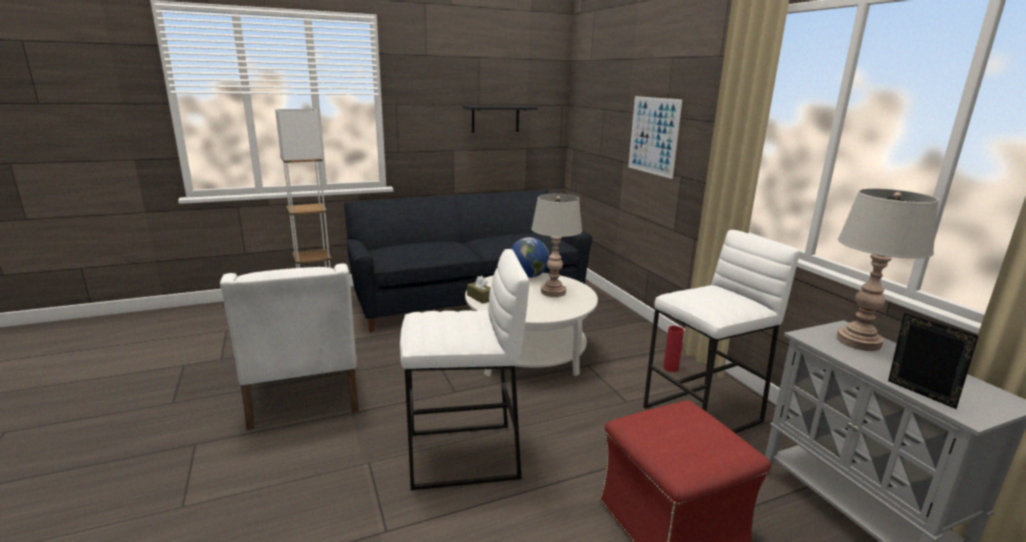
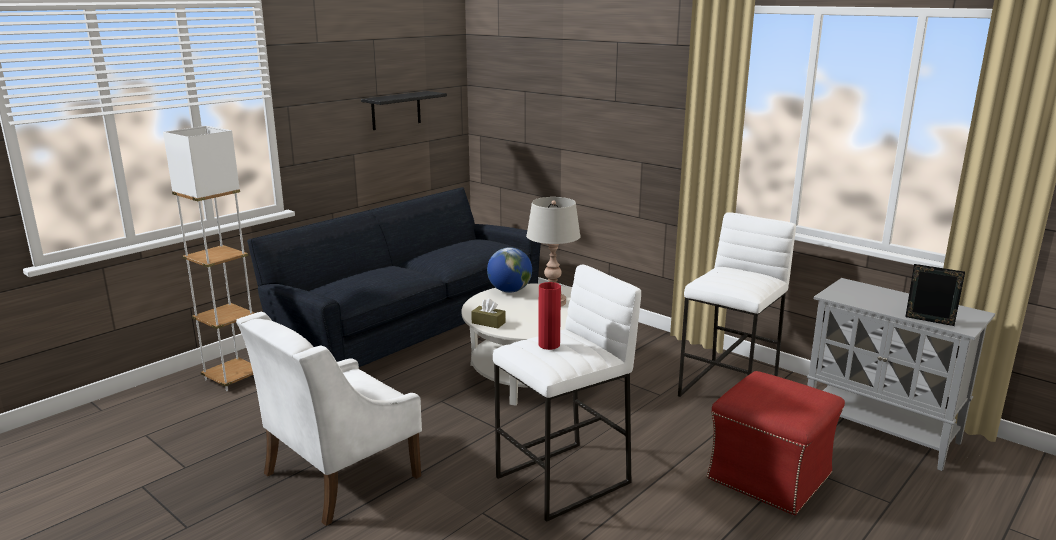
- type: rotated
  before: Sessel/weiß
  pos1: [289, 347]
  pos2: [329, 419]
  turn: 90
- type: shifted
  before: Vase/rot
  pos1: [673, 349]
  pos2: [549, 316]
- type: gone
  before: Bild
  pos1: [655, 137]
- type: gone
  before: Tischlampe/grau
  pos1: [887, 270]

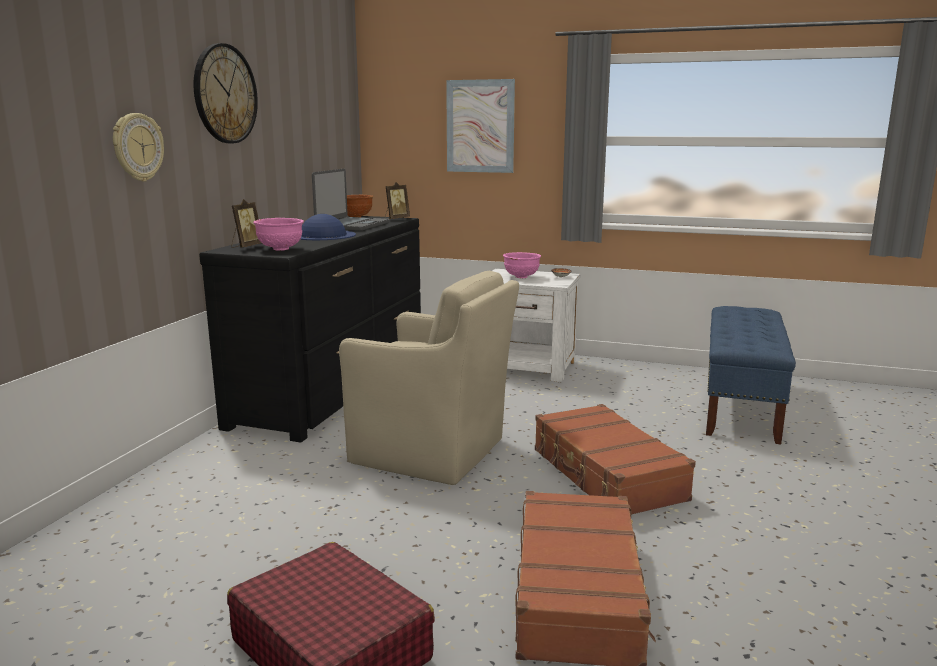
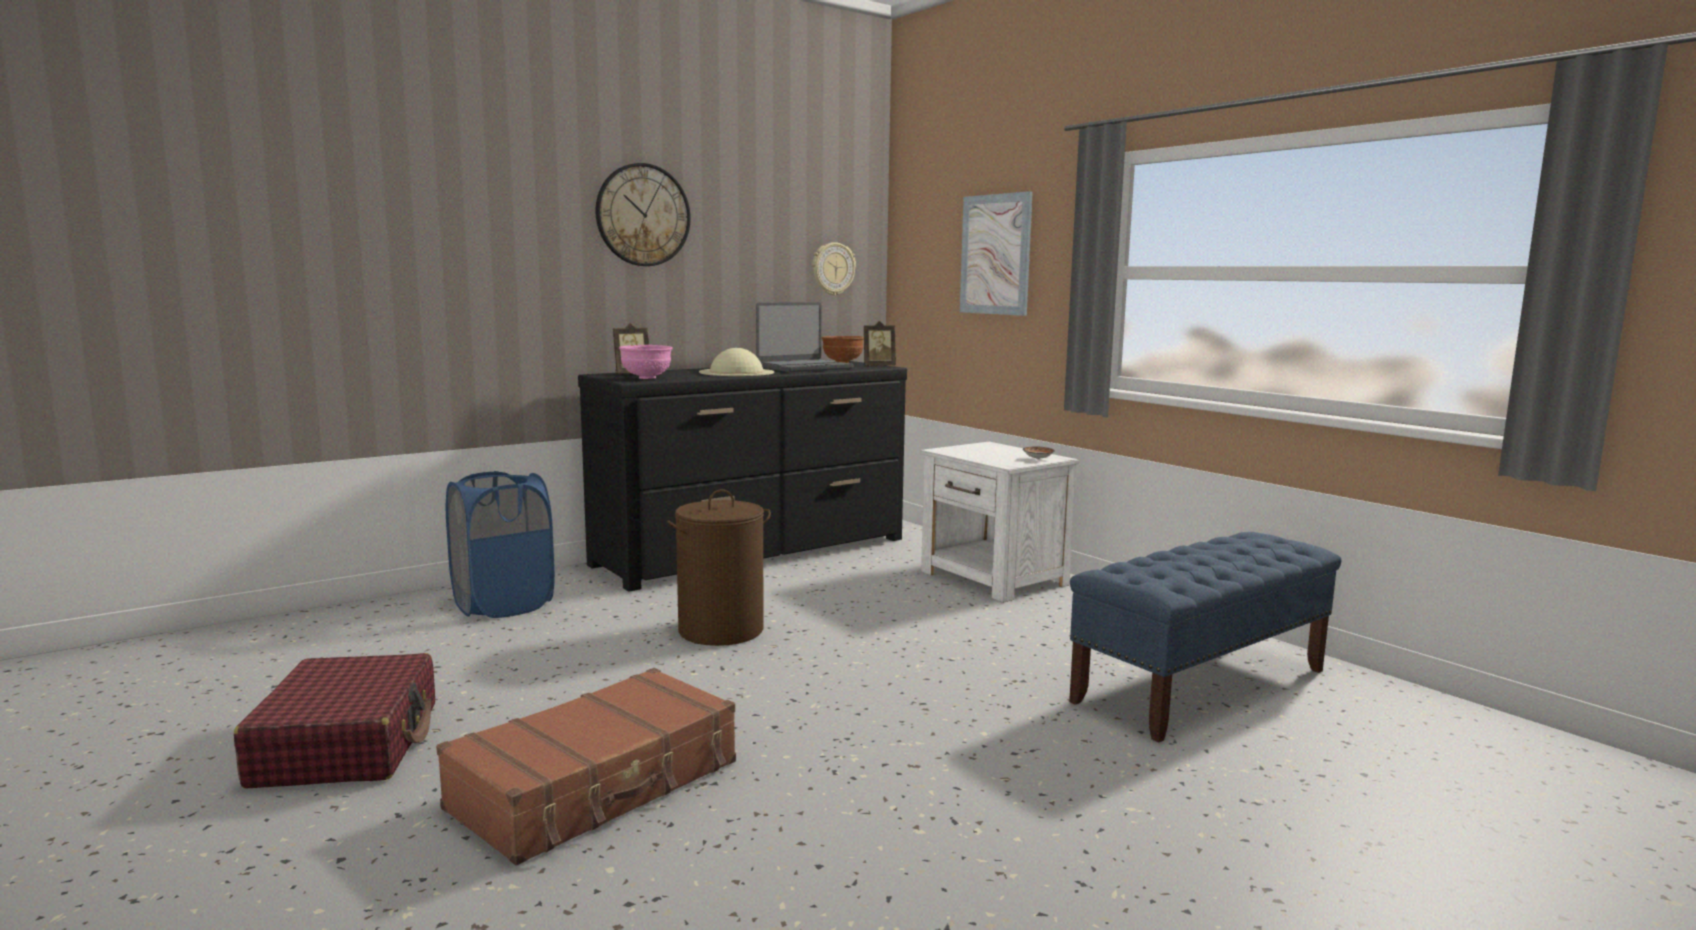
- type: new
  after: Wäschekorb/blau
  pos2: [500, 544]
- type: swapped
  before: Sessel/beige
  after: Wäschekorb/braun
  pos1: [429, 378]
  pos2: [719, 567]
- type: repainted
  before: Hut/blau
  after: Hut/beige
  pos1: [328, 227]
  pos2: [736, 362]
- type: shifted
  before: Wanduhr
  pos1: [138, 147]
  pos2: [834, 269]
- type: gone
  before: Schüssel/rosa
  pos1: [522, 265]
- type: gone
  before: Koffer/braun
  pos1: [615, 459]

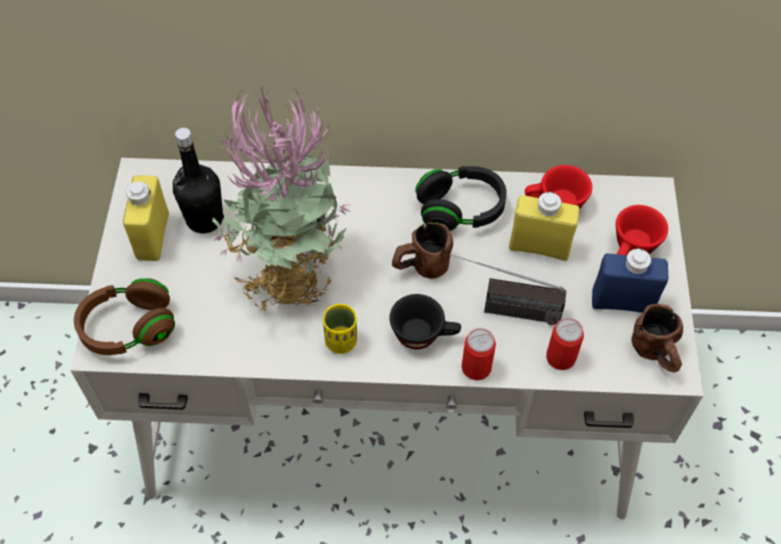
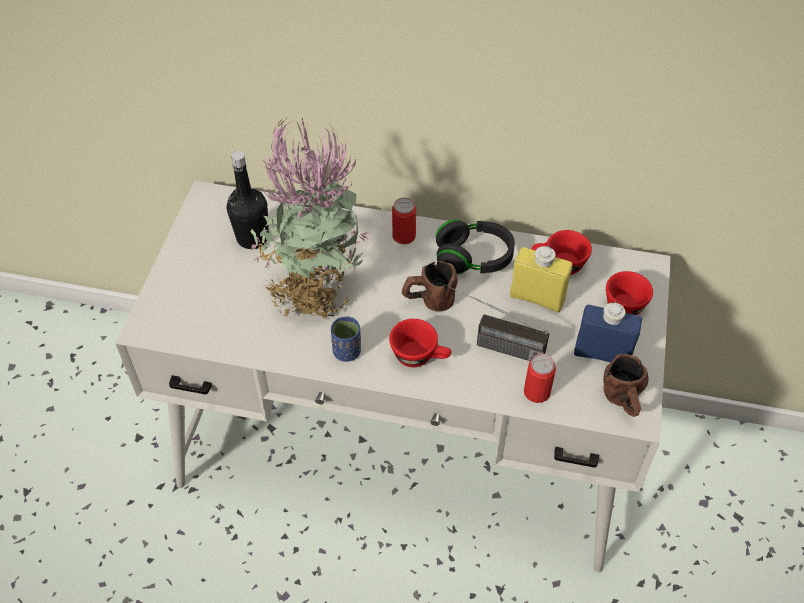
- type: repainted
  before: Tasse/gelb
  after: Tasse/blau
  pos1: [340, 329]
  pos2: [346, 339]
- type: repainted
  before: Tasse/schwarz
  after: Tasse/rot
  pos1: [425, 321]
  pos2: [420, 343]
- type: shifted
  before: Dose
  pos1: [478, 354]
  pos2: [404, 220]
- type: gone
  before: Kopfhörer/braun
  pos1: [124, 316]
- type: gone
  before: Flasche/gelb
  pos1: [146, 218]

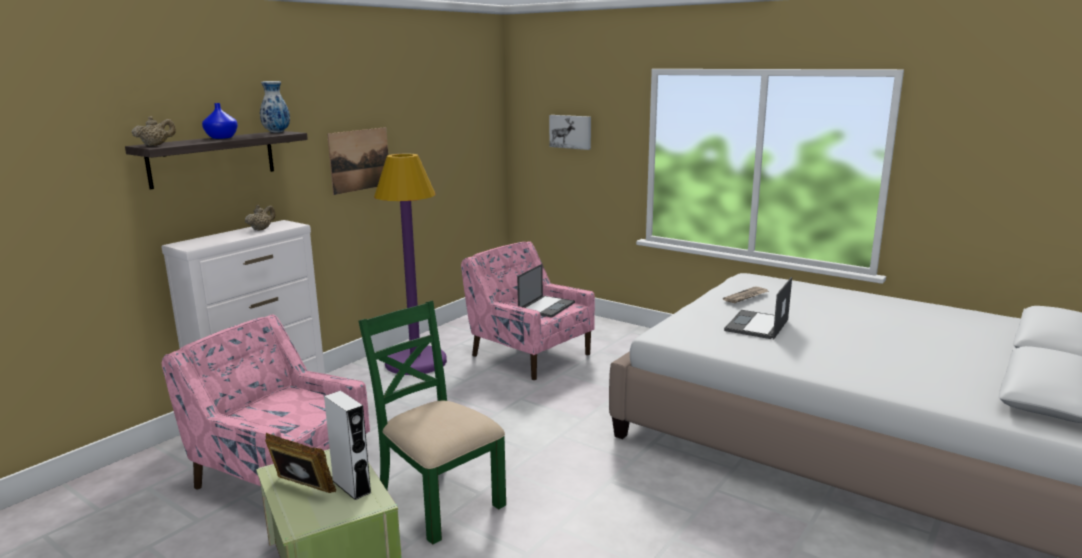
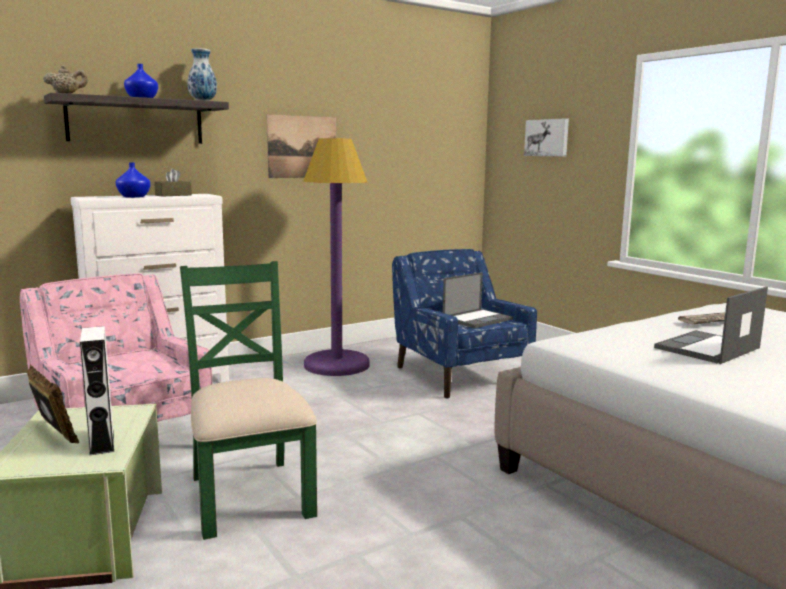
- type: new
  after: Vase/blau
  pos2: [133, 180]
- type: swapped
  before: Teekanne/beige
  after: Taschentuchbox/braun
  pos1: [260, 218]
  pos2: [173, 182]
- type: repainted
  before: Sessel/rosa
  after: Sessel/blau
  pos1: [528, 310]
  pos2: [464, 324]

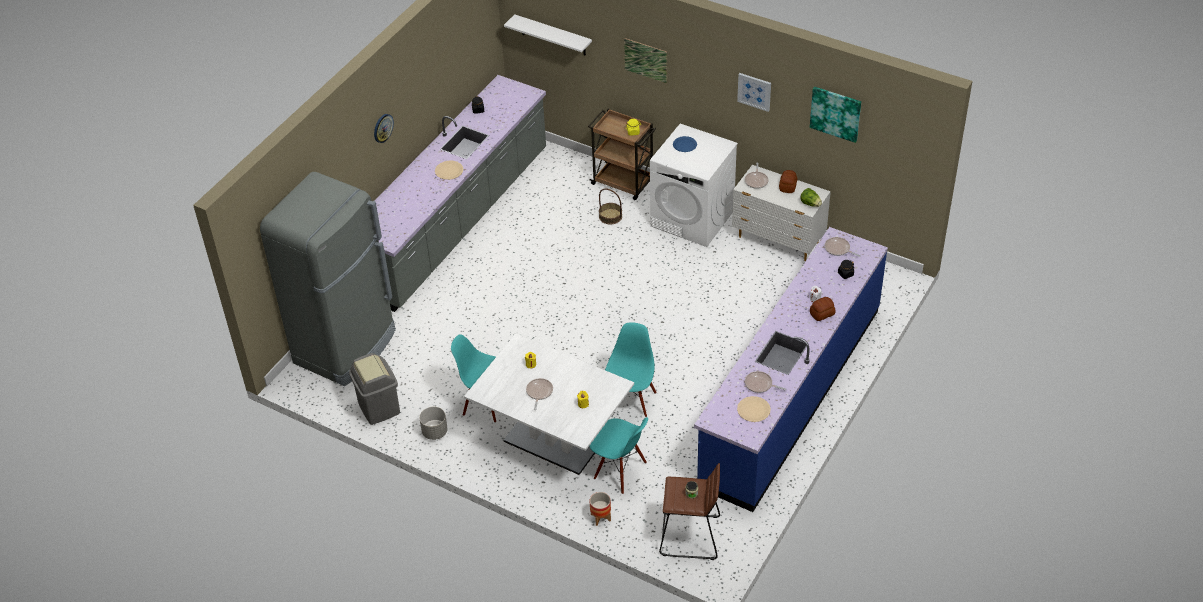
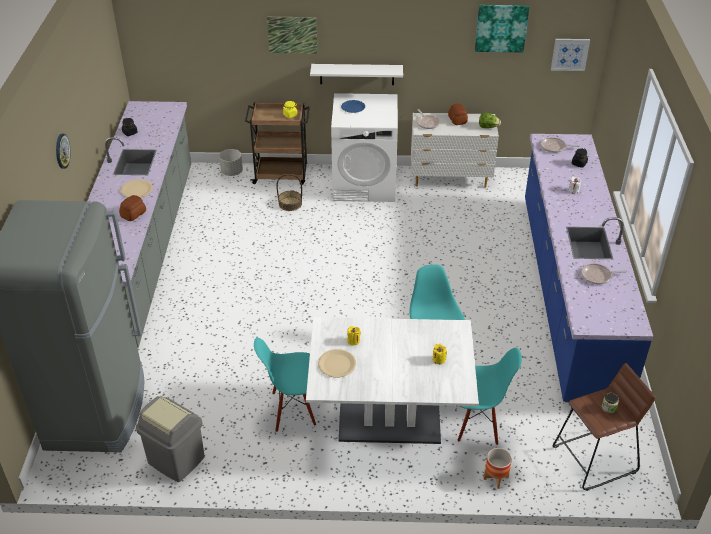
- type: shifted
  before: Brot
  pos1: [822, 309]
  pos2: [132, 208]
- type: shifted
  before: Pflanzkübel/grau
  pos1: [433, 423]
  pos2: [231, 162]
- type: shifted
  before: Wandregal/weiß
  pos1: [548, 34]
  pos2: [356, 74]
- type: shifted
  before: Teller/beige
  pos1: [754, 409]
  pos2: [337, 363]
- type: shifted
  before: Bild
  pos1: [754, 92]
  pos2: [570, 55]
- type: gone
  before: Pfanne
  pos1: [539, 394]

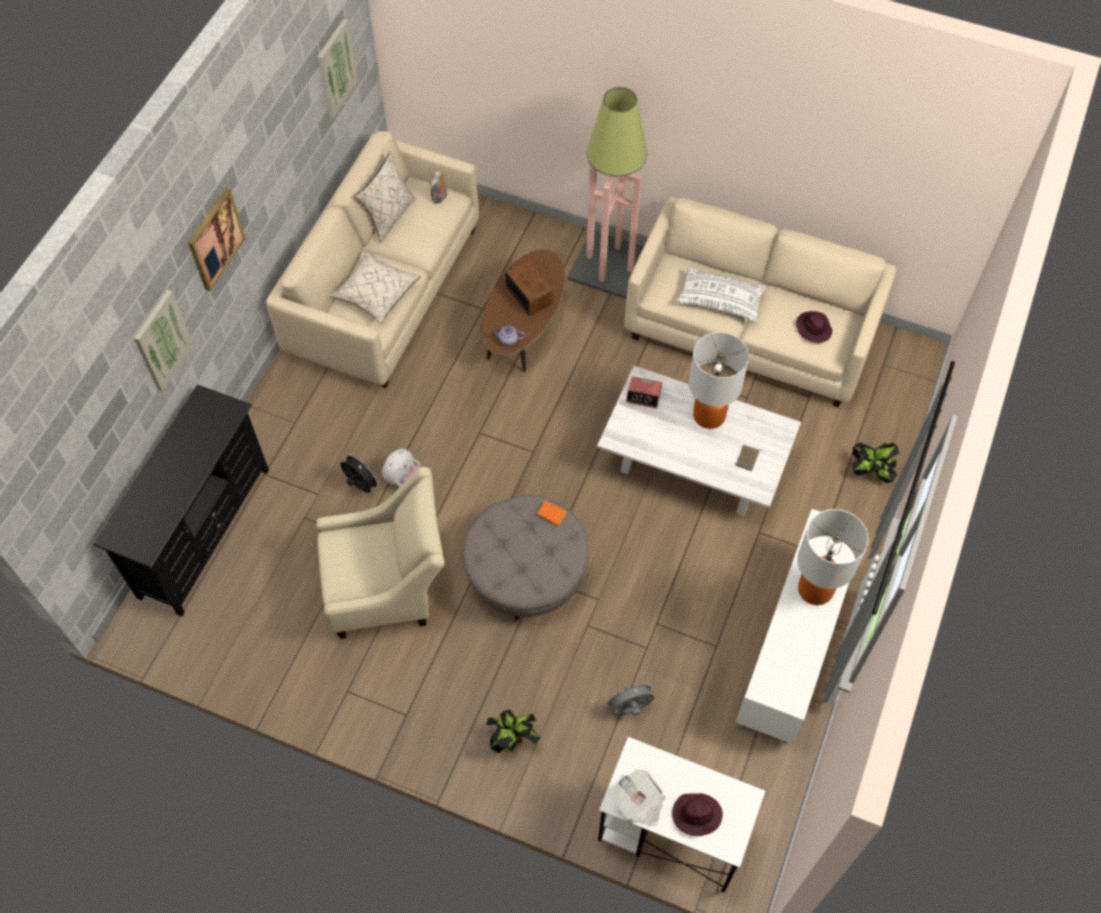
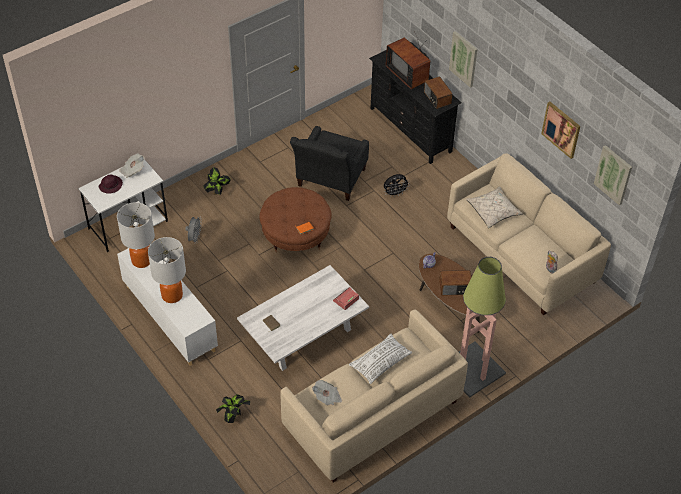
- type: shifted
  before: Tischlampe
  pos1: [719, 380]
  pos2: [136, 235]
- type: repainted
  before: Polsterhocker/grau
  after: Polsterhocker/braun
  pos1: [525, 558]
  pos2: [295, 219]
- type: repainted
  before: Sessel/beige
  after: Sessel/schwarz
  pos1: [380, 552]
  pos2: [329, 163]
- type: swapped
  before: Hut/lila
  after: Zeitung
  pos1: [814, 327]
  pos2: [327, 392]
- type: new
  after: Fernseher
  pos2: [408, 60]
- type: new
  after: Radio
  pos2: [438, 92]
- type: shifted
  before: Bild
  pos1: [217, 239]
  pos2: [560, 130]
- type: gone
  before: Kissen/beige
  pos1: [386, 197]
- type: gone
  before: Plüschtier
  pos1: [402, 468]

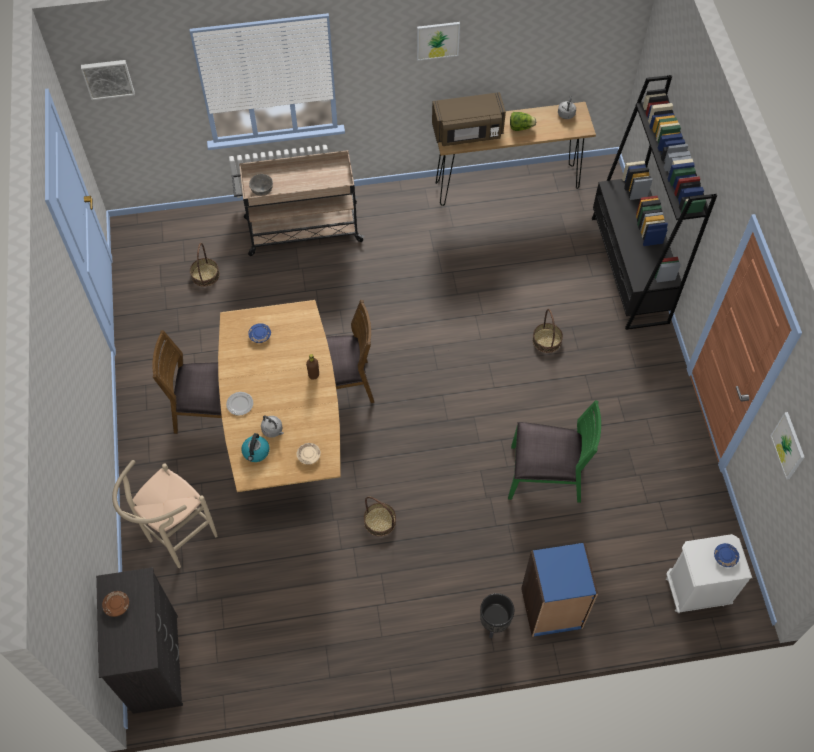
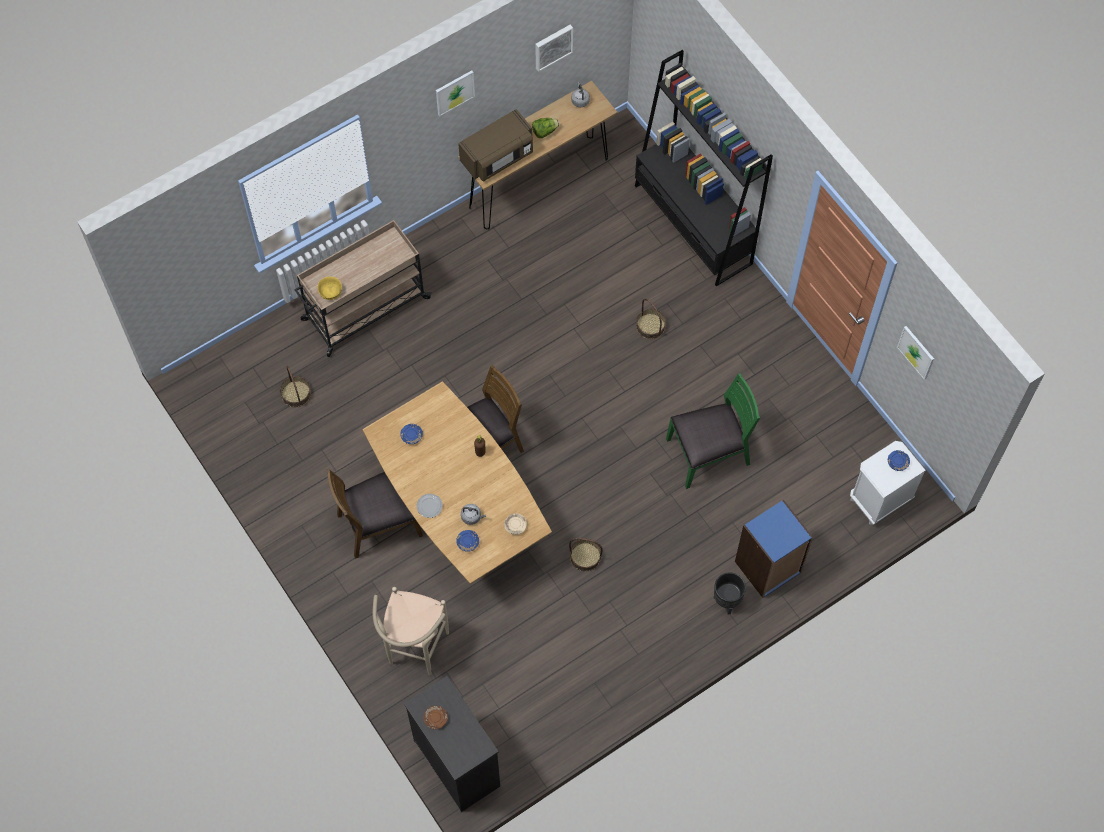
- type: repainted
  before: Schüssel/grau
  after: Schüssel/gelb
  pos1: [261, 185]
  pos2: [329, 288]
- type: swapped
  before: Wasserkessel
  after: Teller/blau
  pos1: [255, 447]
  pos2: [467, 541]
- type: shifted
  before: Bild
  pos1: [108, 80]
  pos2: [554, 48]

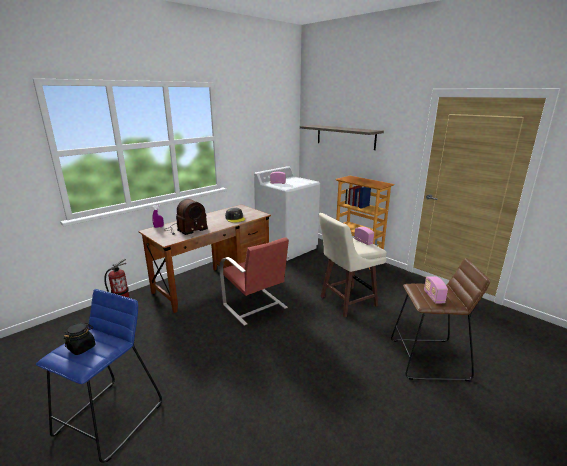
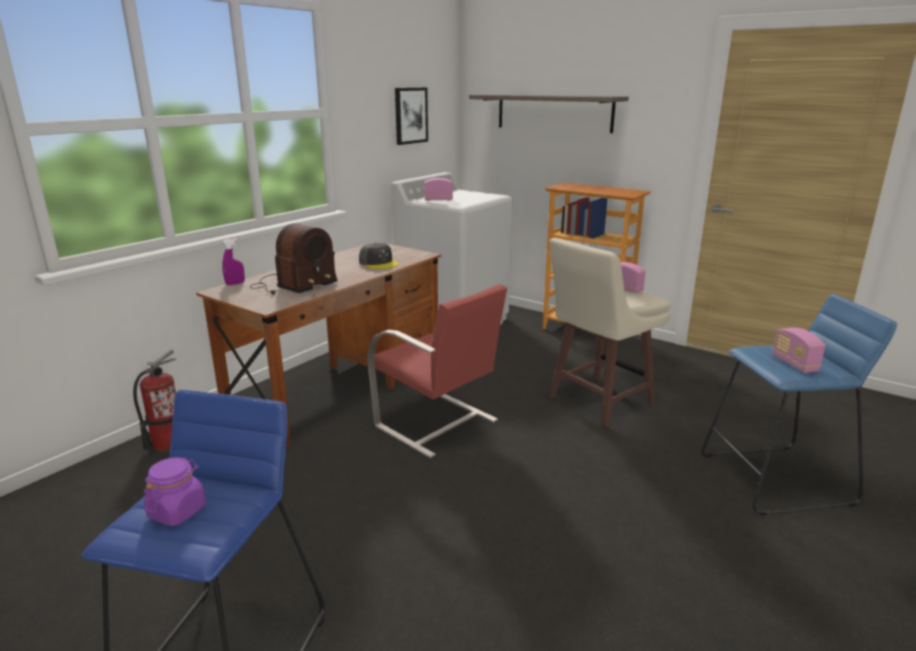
- type: repainted
  before: Vorratsglas/schwarz
  after: Vorratsglas/lila
  pos1: [80, 339]
  pos2: [175, 491]
- type: new
  after: Bild
  pos2: [411, 116]
- type: repainted
  before: Hocker/braun
  after: Hocker/blau
  pos1: [440, 319]
  pos2: [799, 404]

